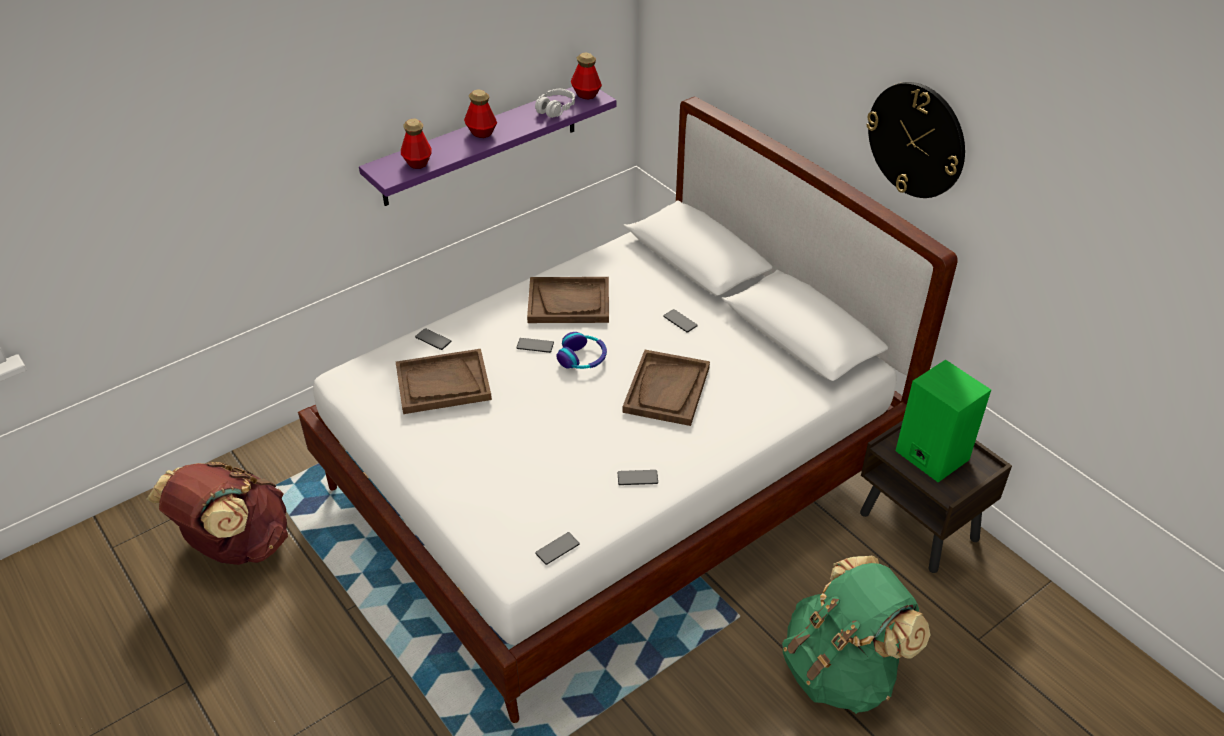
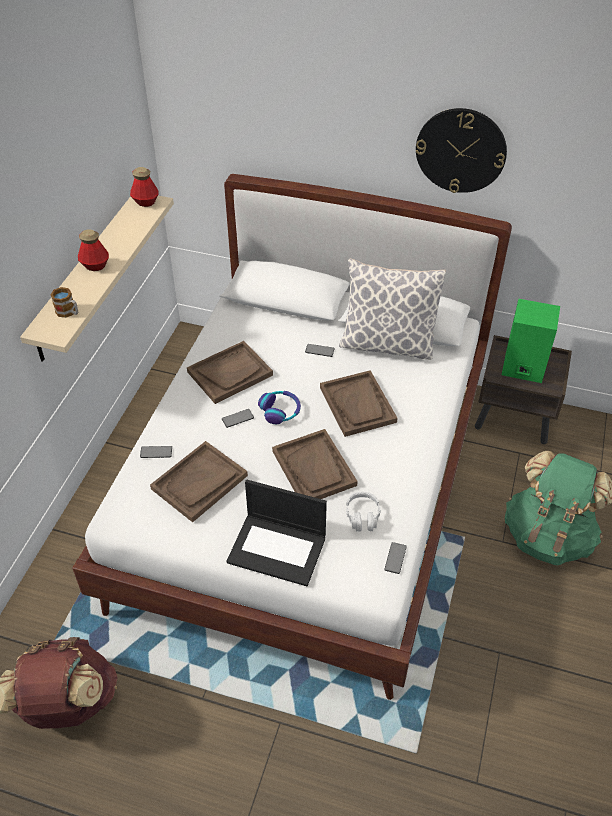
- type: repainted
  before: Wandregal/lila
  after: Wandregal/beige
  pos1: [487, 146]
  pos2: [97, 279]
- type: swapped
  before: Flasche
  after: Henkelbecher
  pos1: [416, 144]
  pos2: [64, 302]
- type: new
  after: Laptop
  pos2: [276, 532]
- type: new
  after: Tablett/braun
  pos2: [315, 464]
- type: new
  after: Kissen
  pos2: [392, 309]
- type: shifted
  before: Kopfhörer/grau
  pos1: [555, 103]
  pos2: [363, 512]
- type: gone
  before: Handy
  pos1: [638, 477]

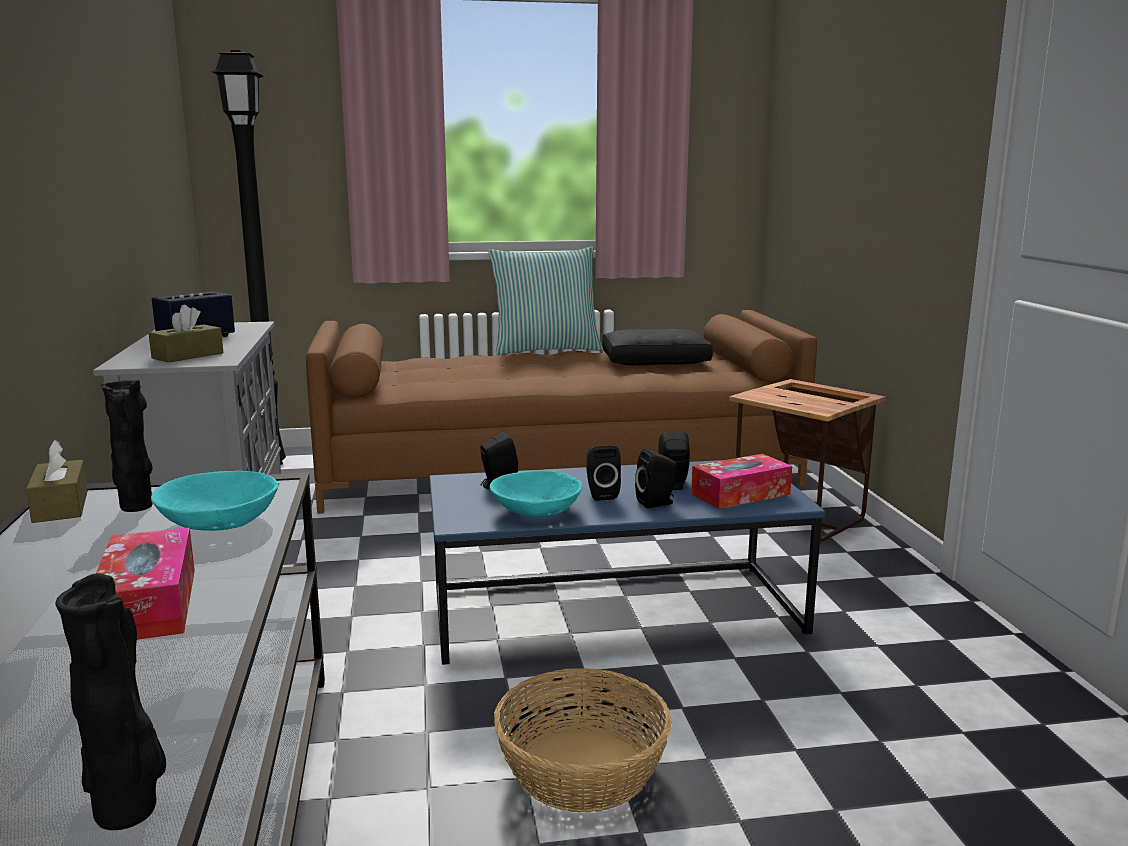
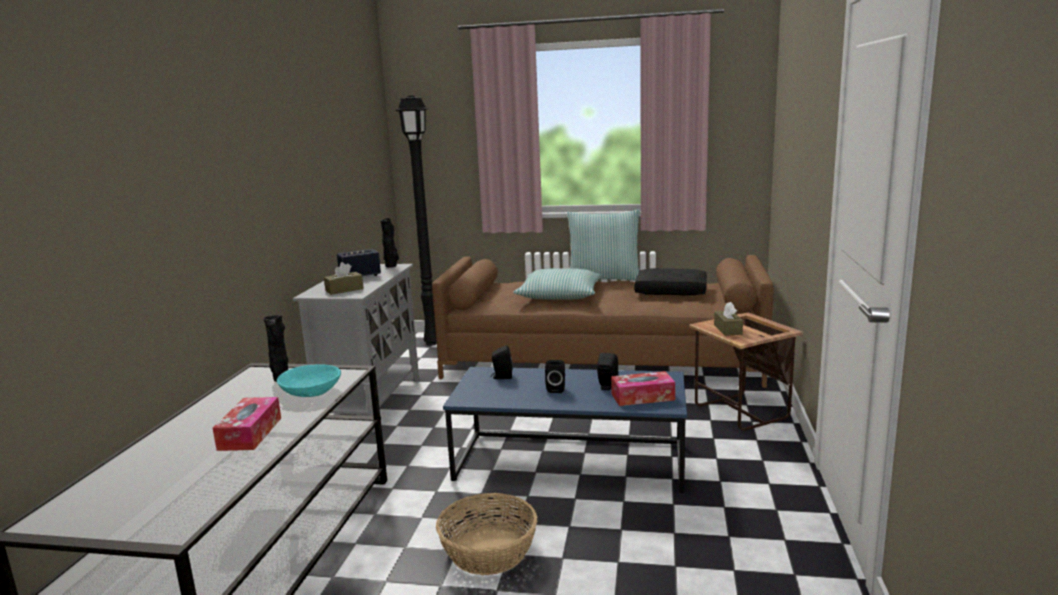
- type: shifted
  before: Vase/schwarz
  pos1: [110, 701]
  pos2: [389, 243]
- type: new
  after: Kissen
  pos2: [557, 284]
- type: shifted
  before: Taschentuchbox/braun
  pos1: [57, 481]
  pos2: [728, 319]
- type: gone
  before: Schüssel/türkis
  pos1: [536, 494]
- type: gone
  before: Lautsprecher/schwarz
  pos1: [656, 478]

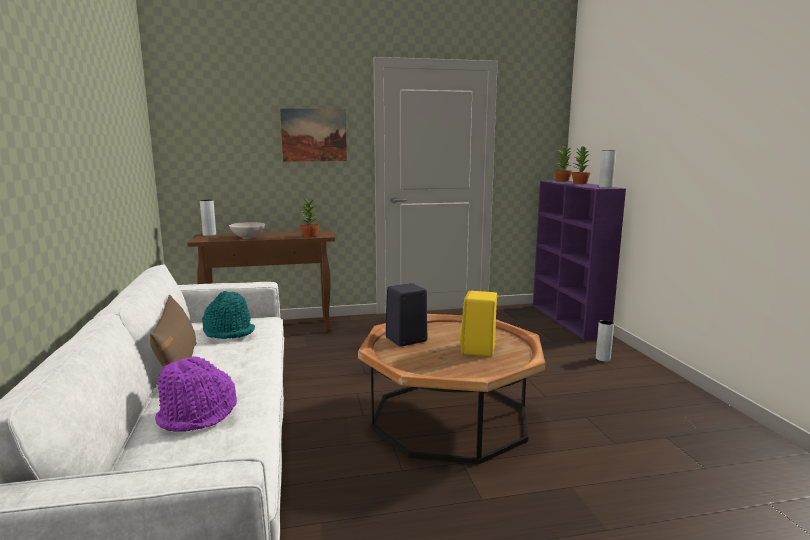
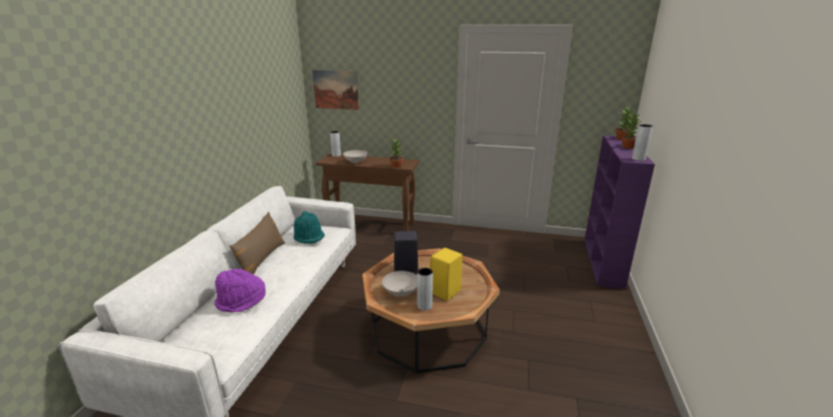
- type: shifted
  before: Bild
  pos1: [313, 135]
  pos2: [335, 90]
- type: new
  after: Schüssel/weiß
  pos2: [399, 284]
- type: shifted
  before: Vase/grau
  pos1: [605, 341]
  pos2: [425, 289]

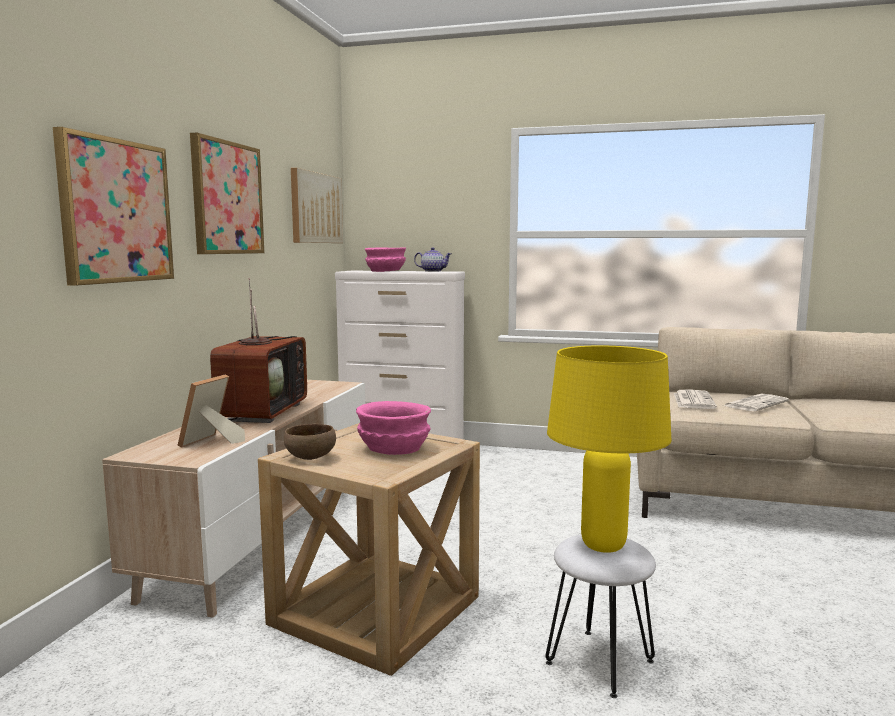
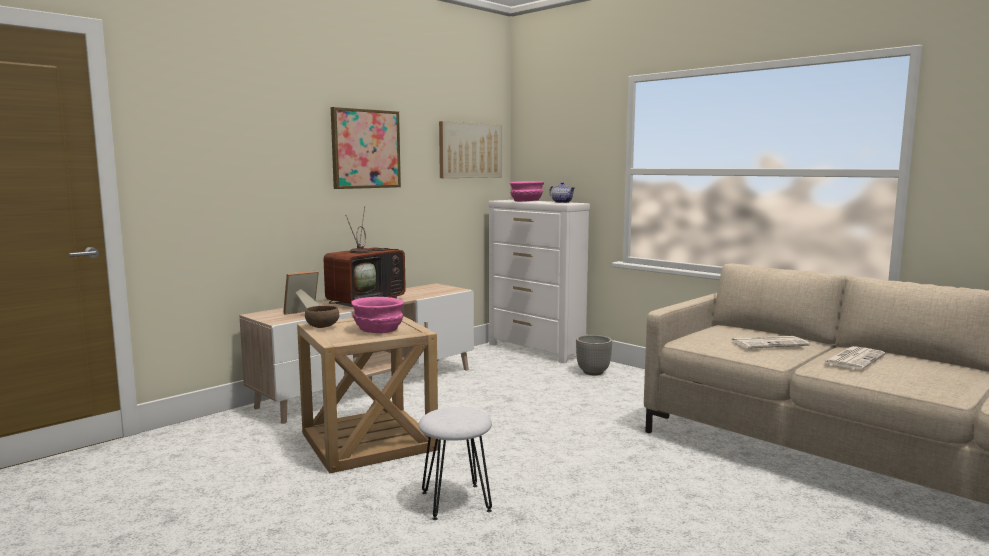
- type: new
  after: Pflanzkübel
  pos2: [594, 355]
- type: shifted
  before: Zeitung
  pos1: [695, 399]
  pos2: [854, 358]
- type: gone
  before: Bild
  pos1: [113, 206]
- type: gone
  before: Tischlampe/gelb
  pos1: [609, 449]

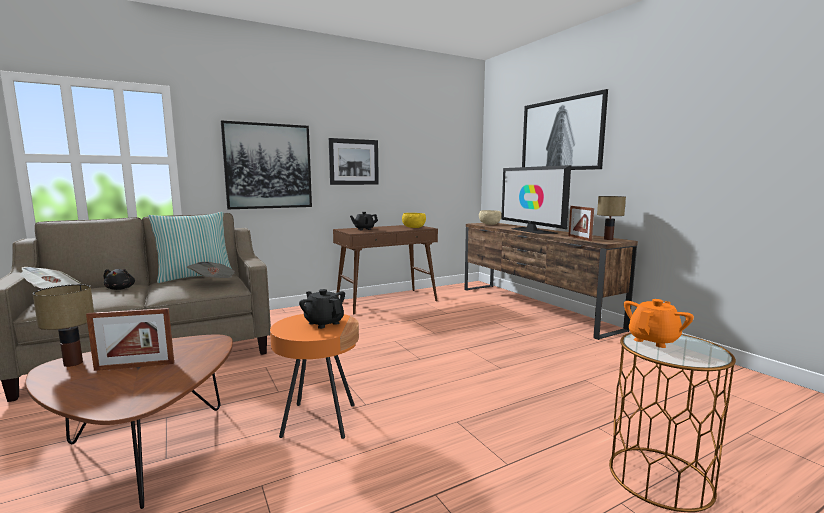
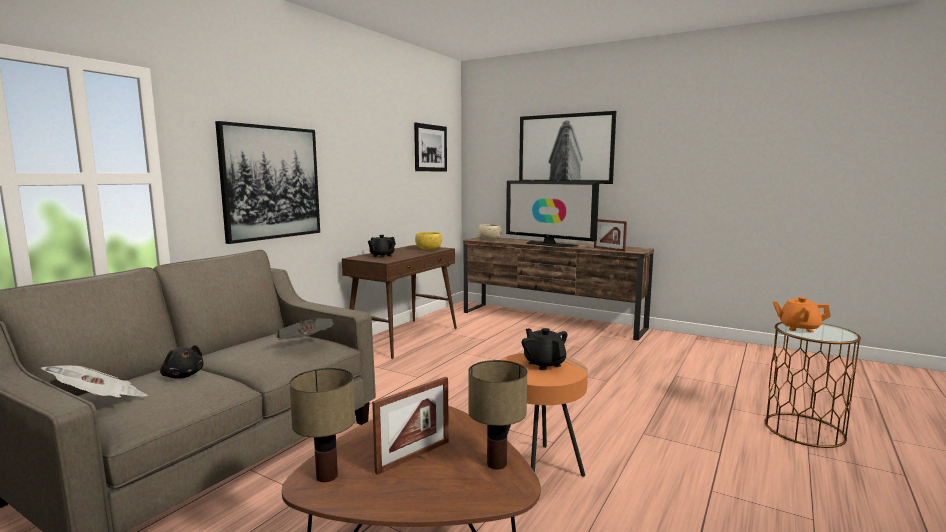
- type: shifted
  before: Bild
  pos1: [354, 161]
  pos2: [430, 147]
- type: shifted
  before: Tischlampe
  pos1: [611, 218]
  pos2: [497, 414]
- type: rotated
  before: Teekanne/schwarz
  pos1: [322, 309]
  pos2: [544, 349]
  turn: 45
- type: rotated
  before: Teekanne/orange
  pos1: [659, 323]
  pos2: [802, 315]
  turn: -90
- type: gone
  before: Kissen
  pos1: [190, 247]

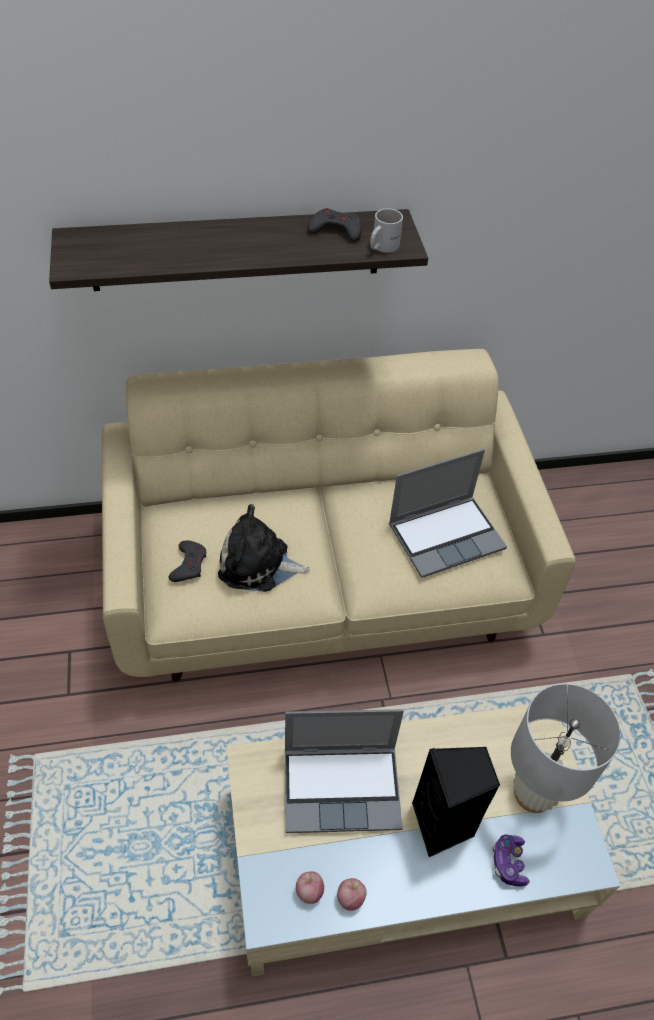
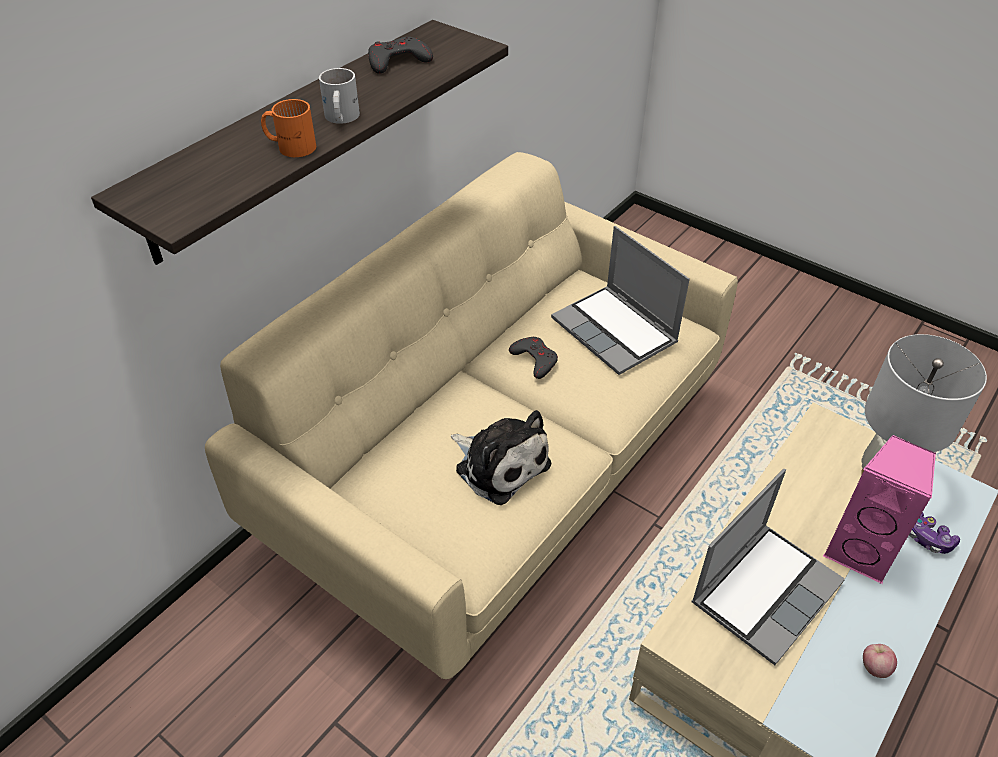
- type: new
  after: Henkelbecher/orange
  pos2: [288, 128]
- type: shifted
  before: Henkelbecher/weiß
  pos1: [386, 230]
  pos2: [339, 96]
- type: rotated
  before: Plüschtier
  pos1: [264, 548]
  pos2: [501, 457]
  turn: -105
- type: shifted
  before: Gamepad/grau
  pos1: [187, 561]
  pos2: [533, 358]
- type: rotated
  before: Laptop
  pos1: [448, 513]
  pos2: [620, 300]
  turn: 120
- type: repainted
  before: Lautsprecher/schwarz
  after: Lautsprecher/rosa
  pos1: [456, 802]
  pos2: [879, 509]
- type: gone
  before: Apfel
  pos1: [310, 887]

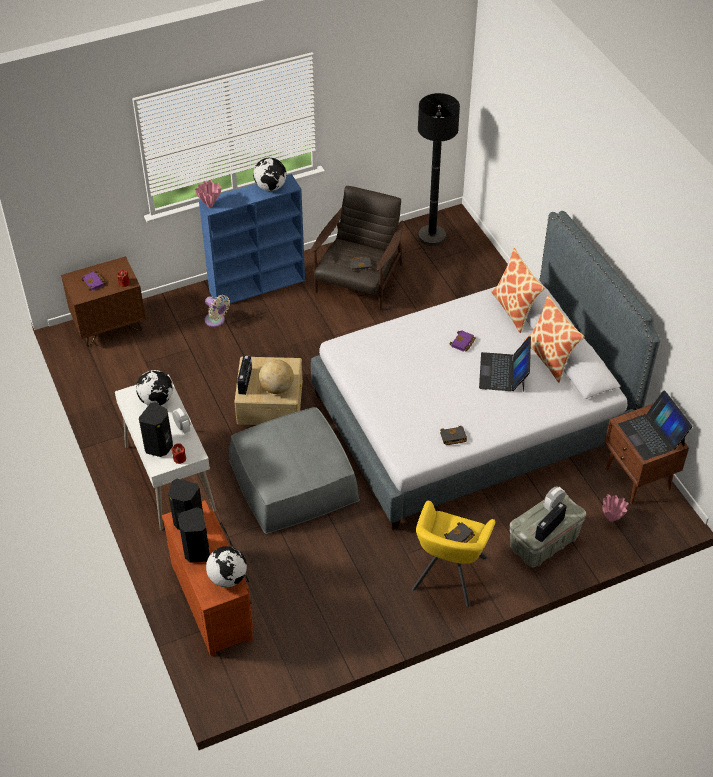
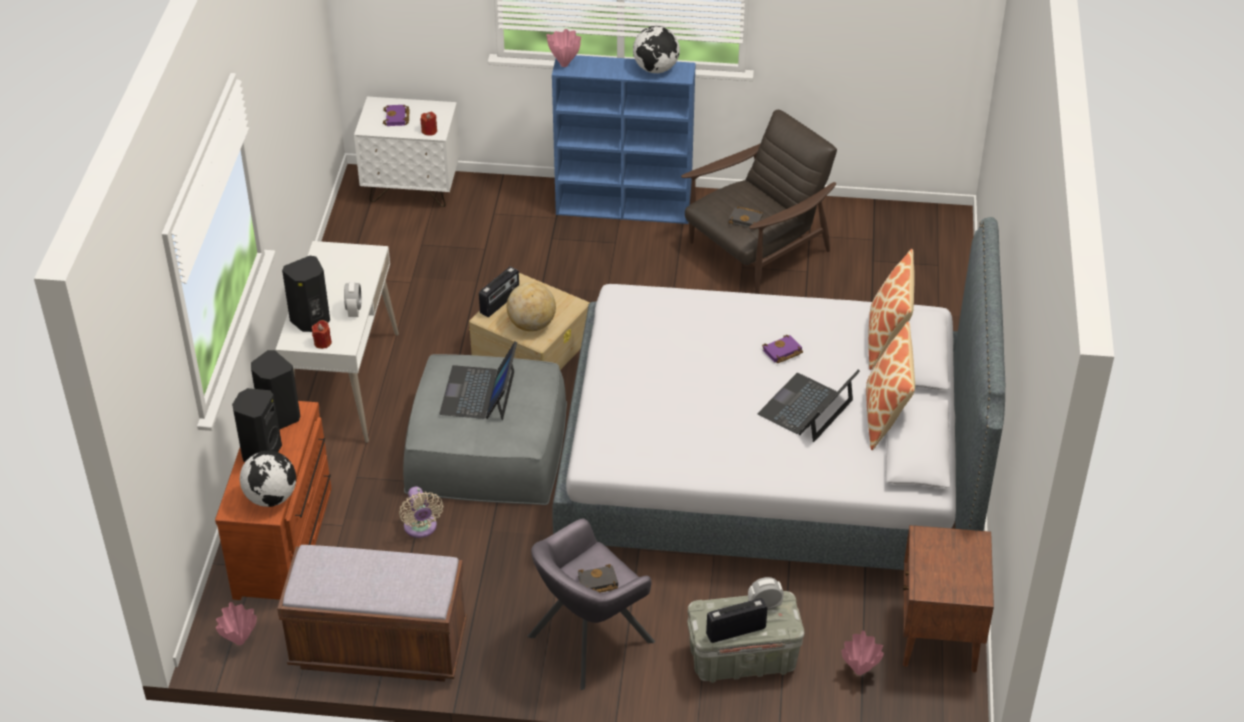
- type: new
  after: Vase/rosa
  pos2: [236, 623]
- type: new
  after: Bank/braun
  pos2: [372, 613]
- type: repainted
  before: Nachttisch/braun
  after: Nachttisch/weiß
  pos1: [103, 301]
  pos2: [407, 152]
- type: shifted
  before: Ventilator/beige
  pos1: [217, 311]
  pos2: [421, 512]
- type: shifted
  before: Laptop
  pos1: [655, 425]
  pos2: [478, 380]
- type: repainted
  before: Sessel/gelb
  after: Sessel/grau
  pos1: [453, 554]
  pos2: [591, 604]
- type: gone
  before: Globus
  pos1: [154, 387]
- type: gone
  before: Stehlampe/schwarz
  pos1: [439, 169]
- type: gone
  before: Buch/schwarz
  pos1: [453, 435]

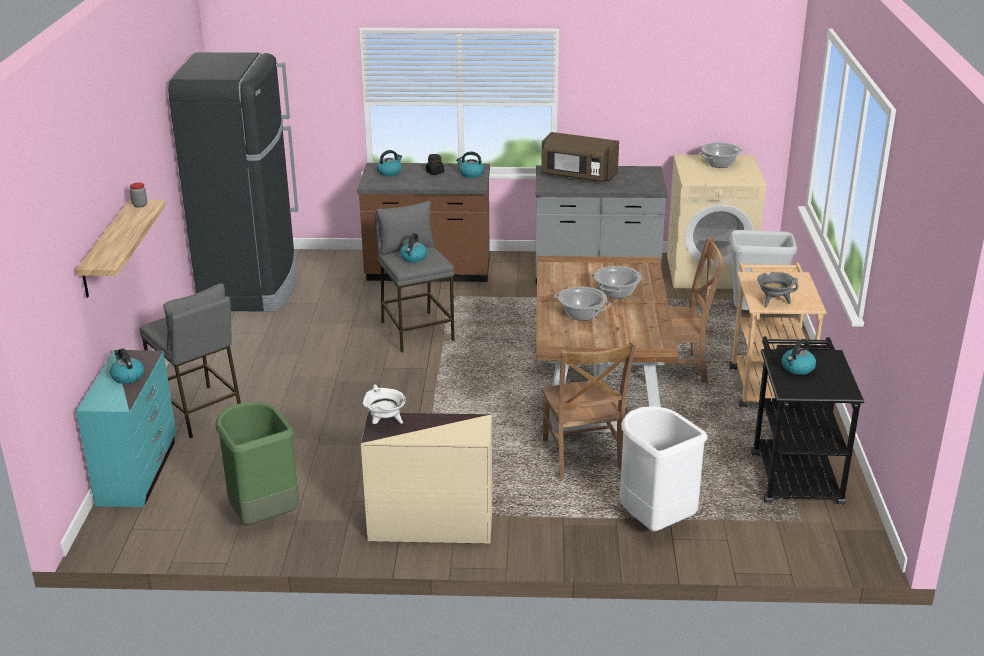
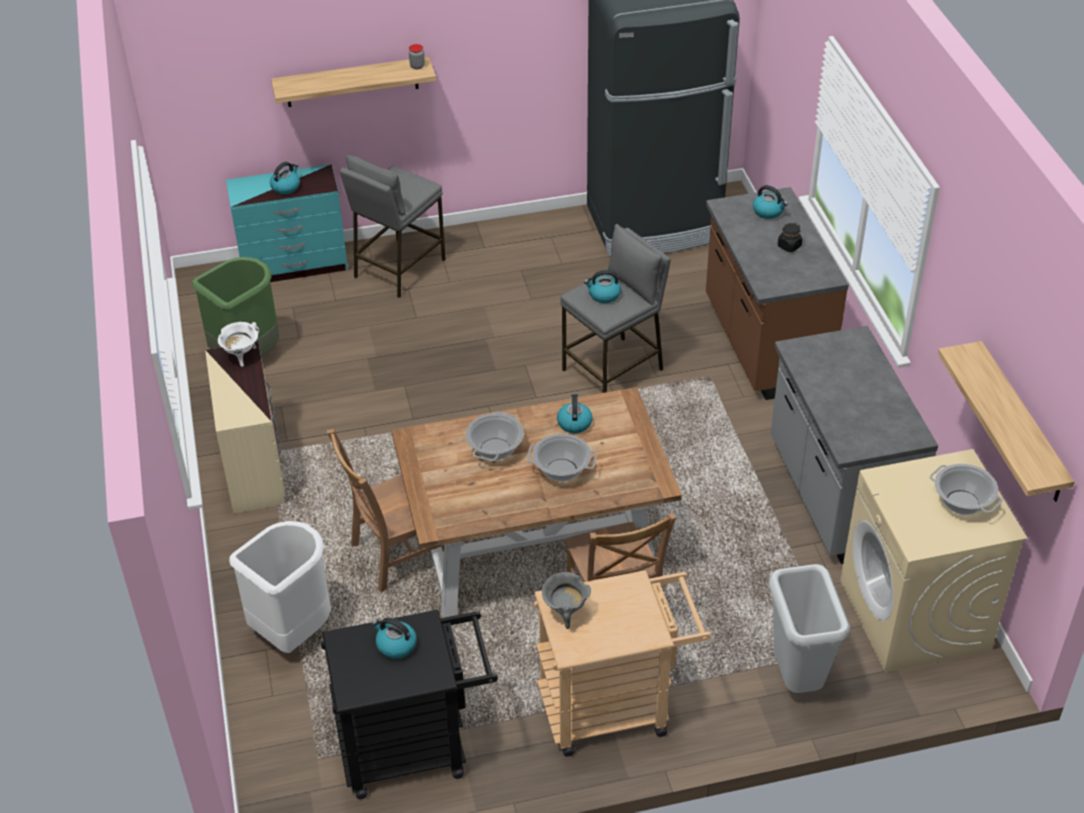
- type: shifted
  before: Wasserkessel
  pos1: [470, 165]
  pos2: [575, 413]
- type: new
  after: Wandregal
  pos2: [1006, 421]
- type: gone
  before: Mikrowelle/braun
  pos1: [580, 157]

